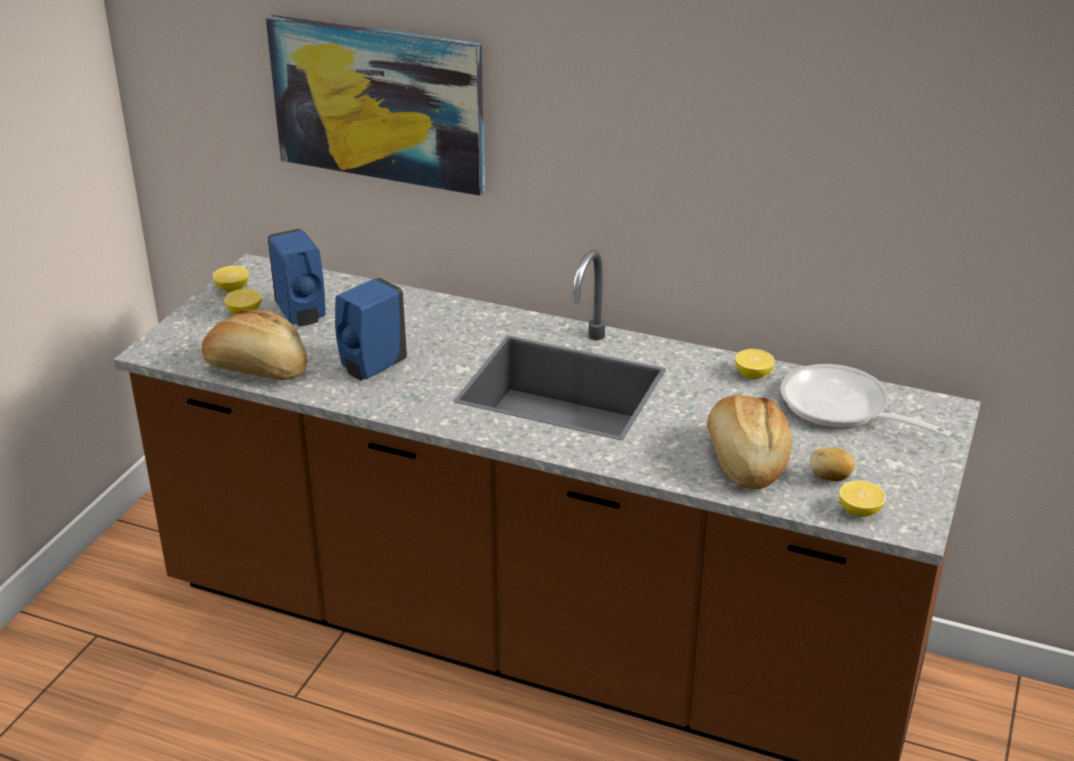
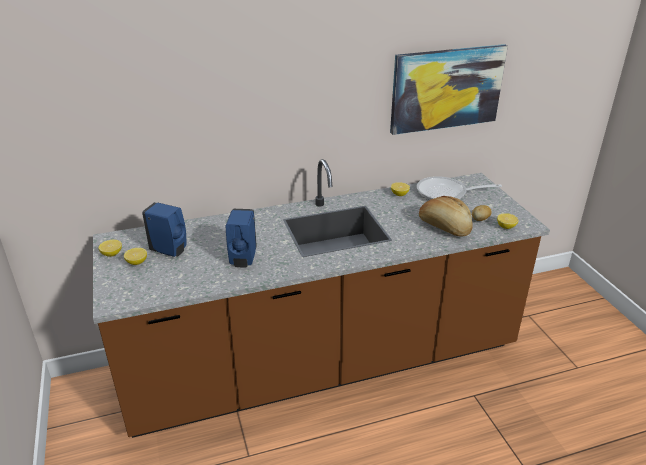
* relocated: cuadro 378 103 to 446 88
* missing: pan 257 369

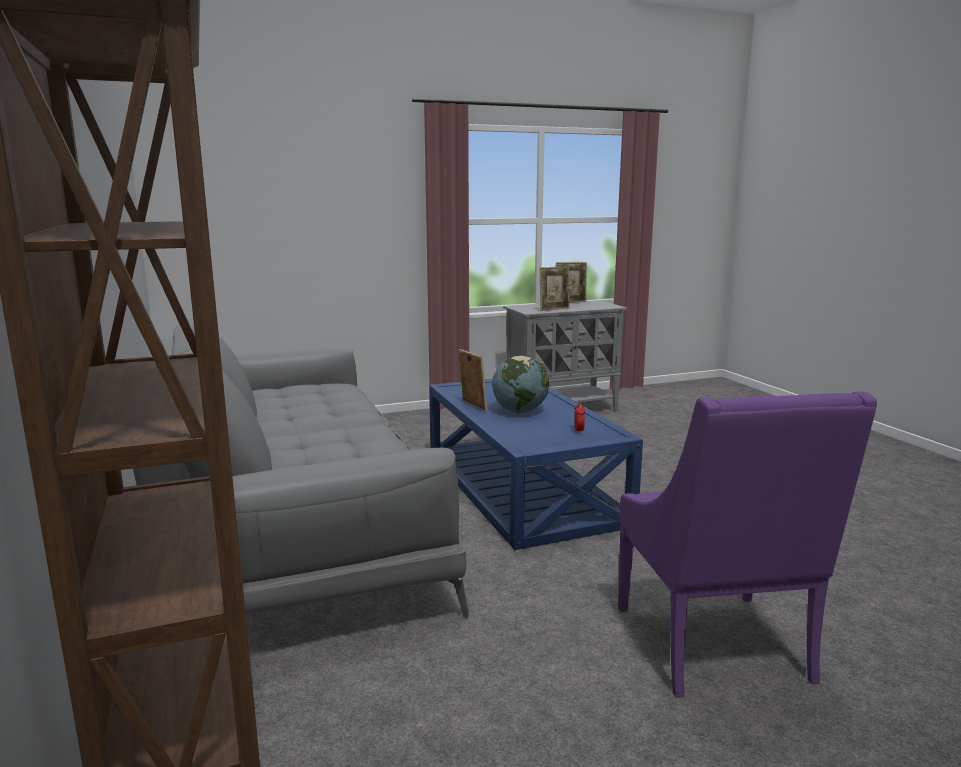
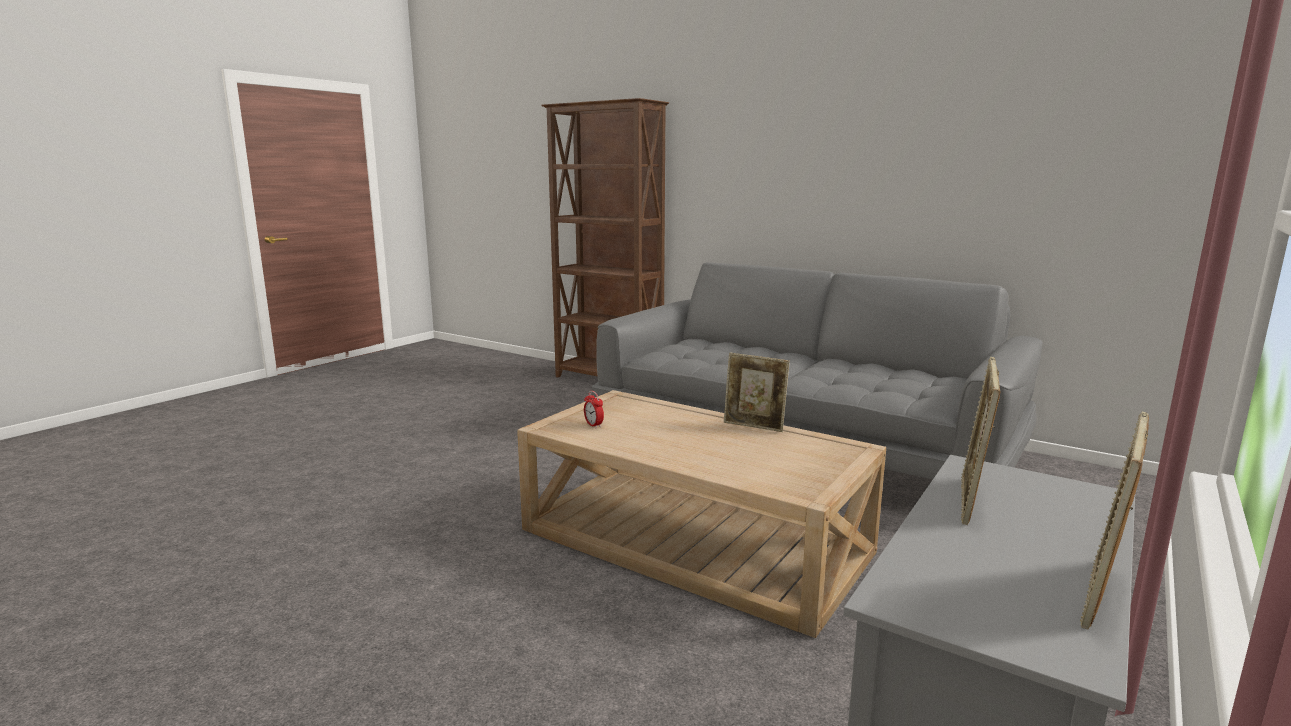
* missing: globo terráqueo 520 411
* colour: mesa de centro [azul] 520 487 to mesa de centro [beis] 695 540
* missing: sillón [morado] 716 647

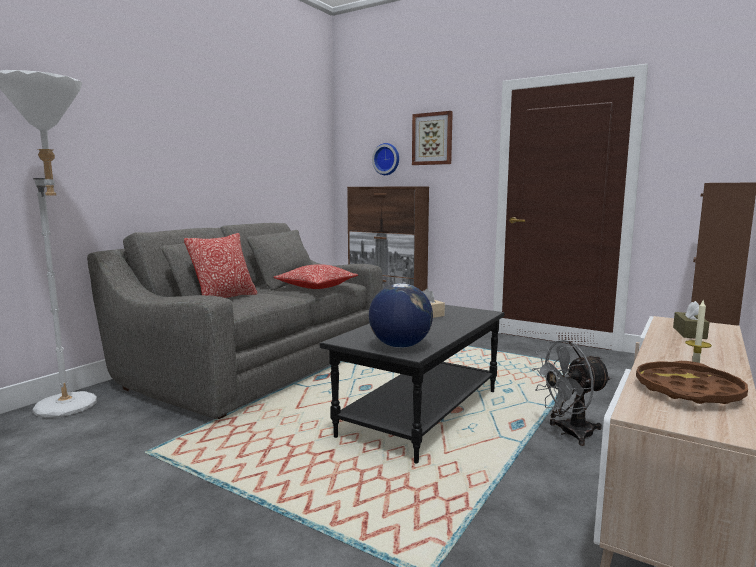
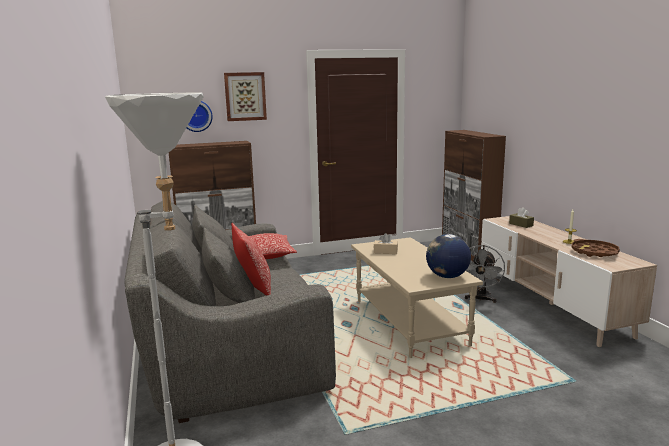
* colour: mesa de centro [negro] 420 412 to mesa de centro [beis] 408 322

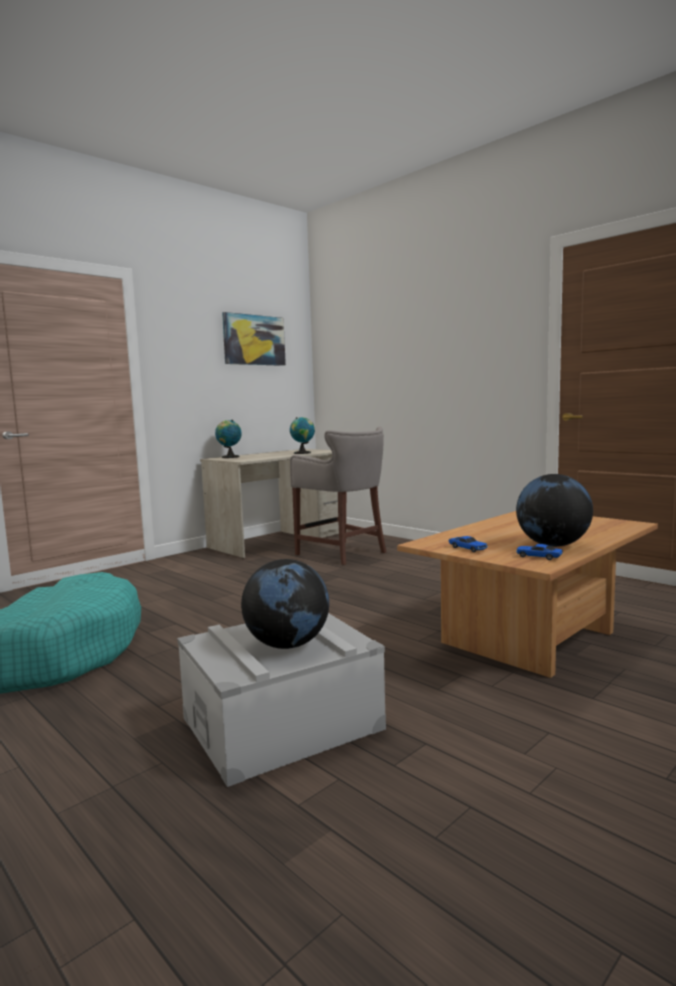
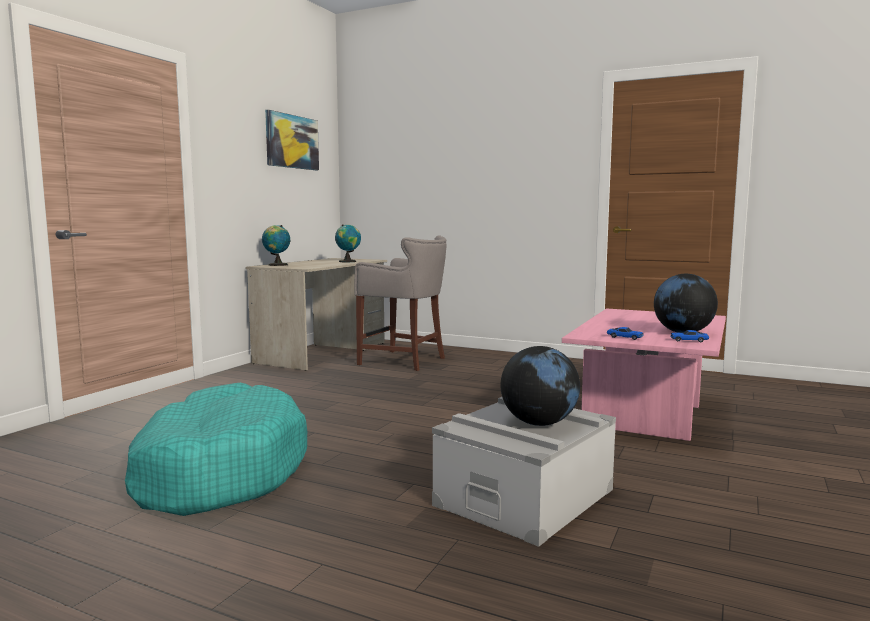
* colour: mesa de centro [marrón] 531 639 to mesa de centro [rosa] 647 416

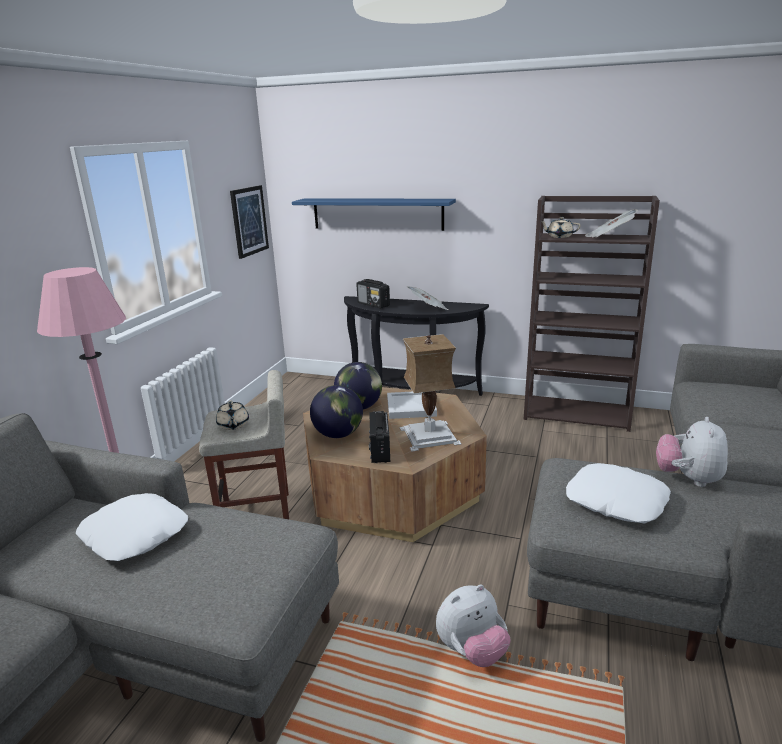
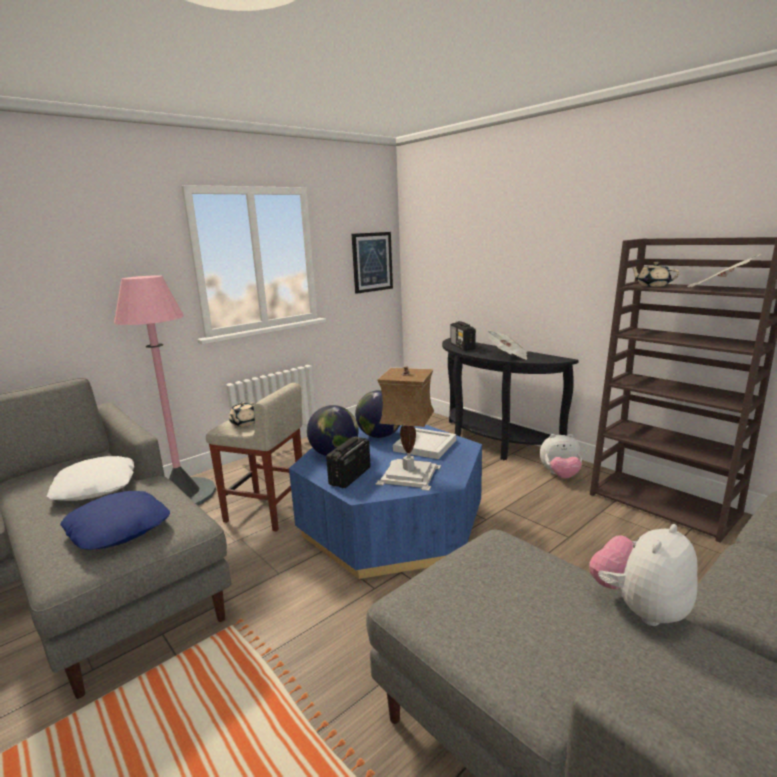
* missing: estante [azul] 377 214
* colour: mesa de centro [marrón] 392 488 to mesa de centro [azul] 391 523
* missing: cojín [blanco] 615 501
* relocated: peluche 472 651 to 560 475
* appeared: cojín [azul] 119 528

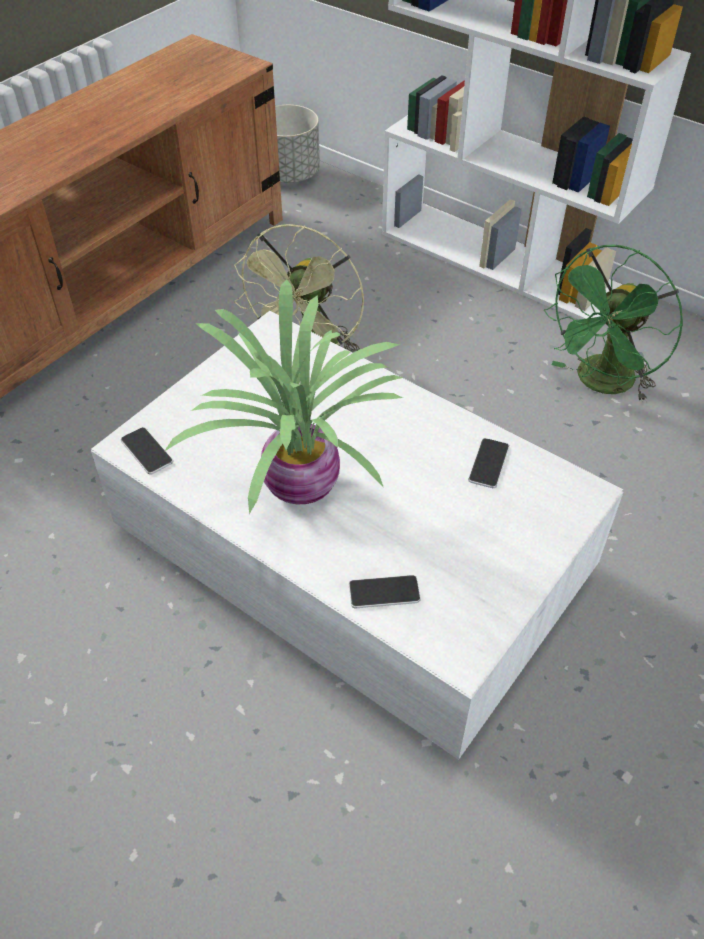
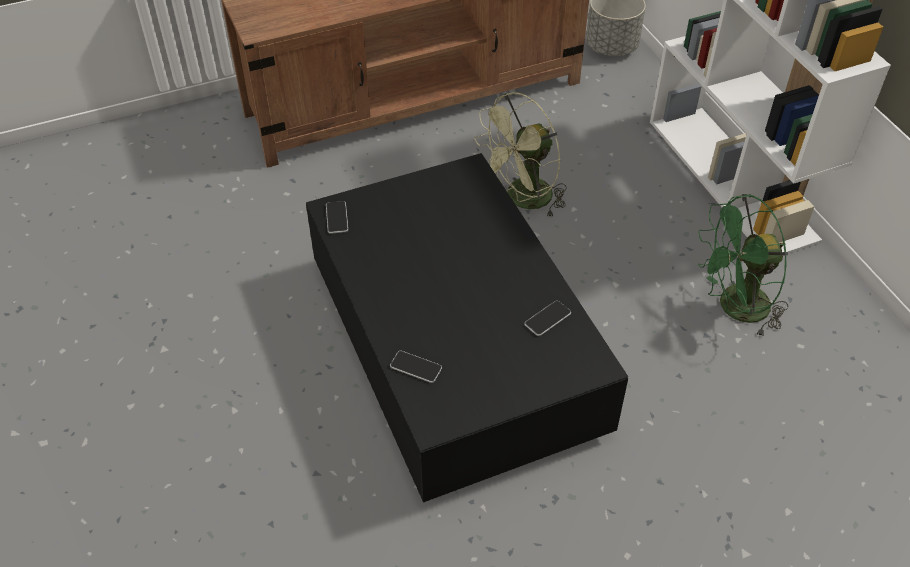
* missing: planta en maceta 301 482
* colour: mesa de centro [blanco] 350 554 to mesa de centro [negro] 454 347

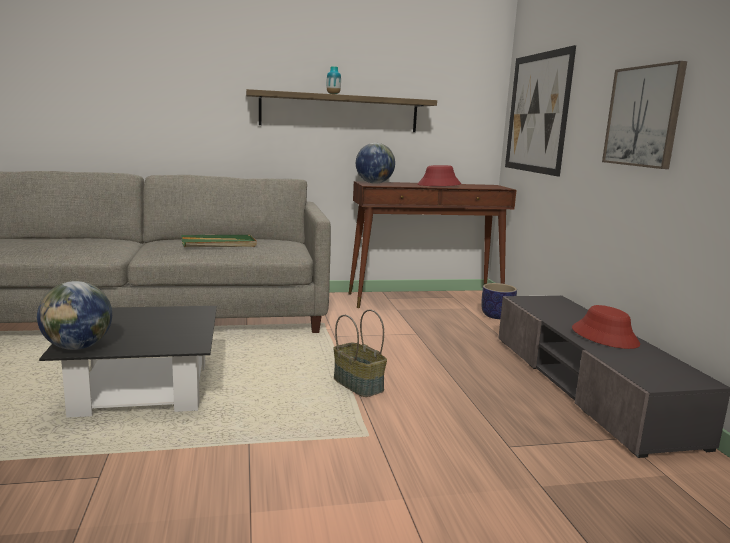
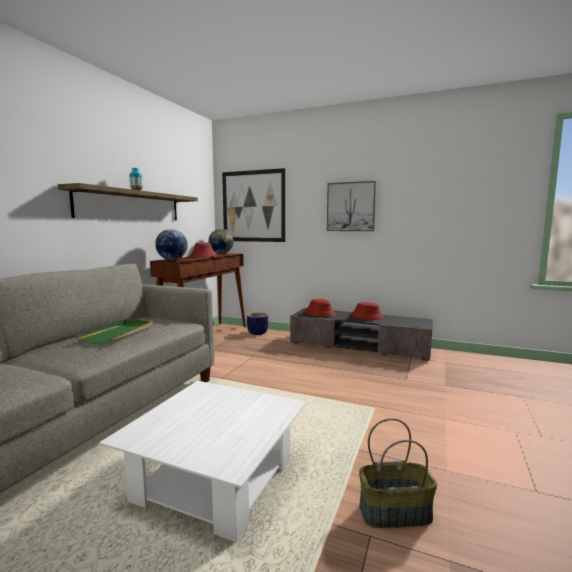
* relocated: globo terráqueo 78 347 to 221 253
* colour: mesa de centro [negro] 143 387 to mesa de centro [blanco] 215 479
* relocated: cesta 359 384 to 395 512
* appeared: sombrero [rojo] 319 313

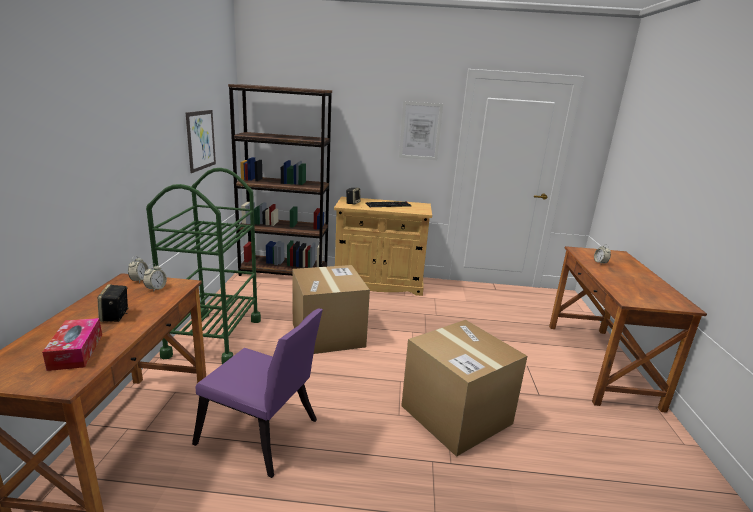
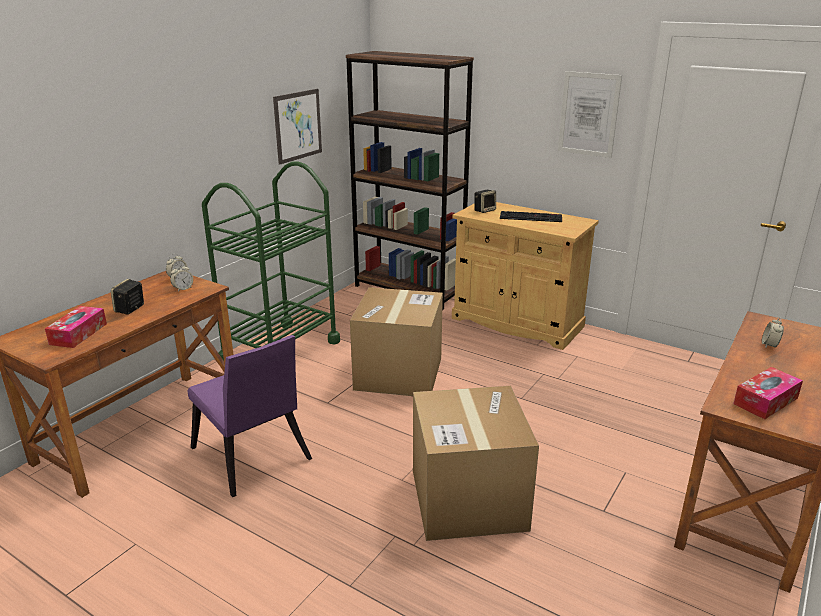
* appeared: caja de pañuelos 765 401

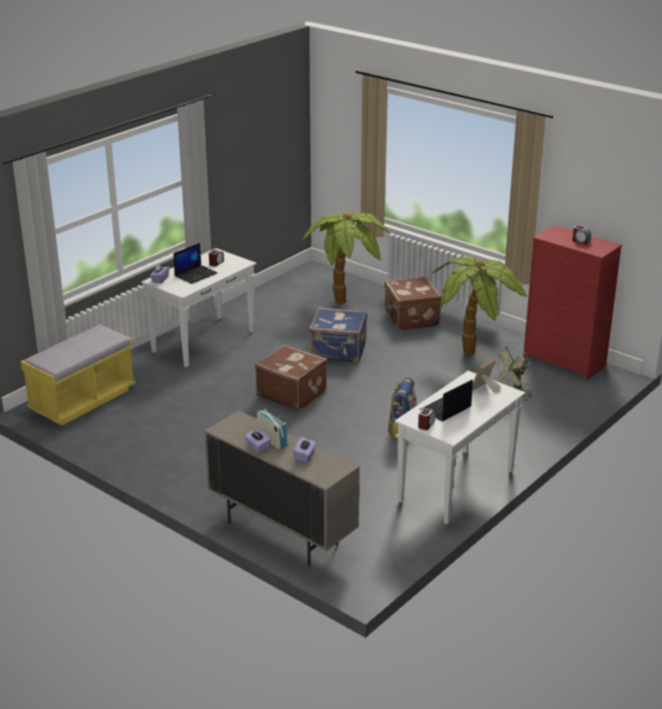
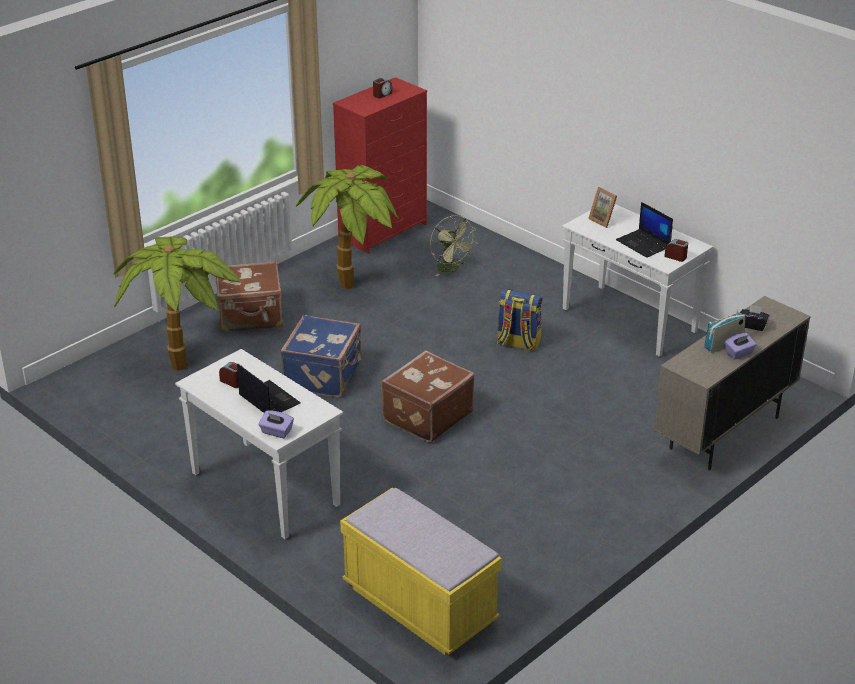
* colour: caja de pañuelos [morado] 304 456 to caja de pañuelos [negro] 752 325

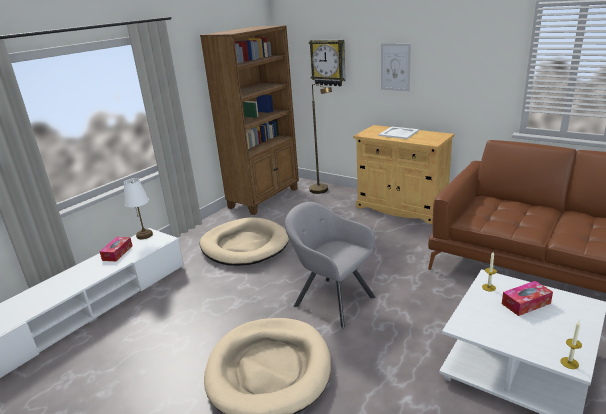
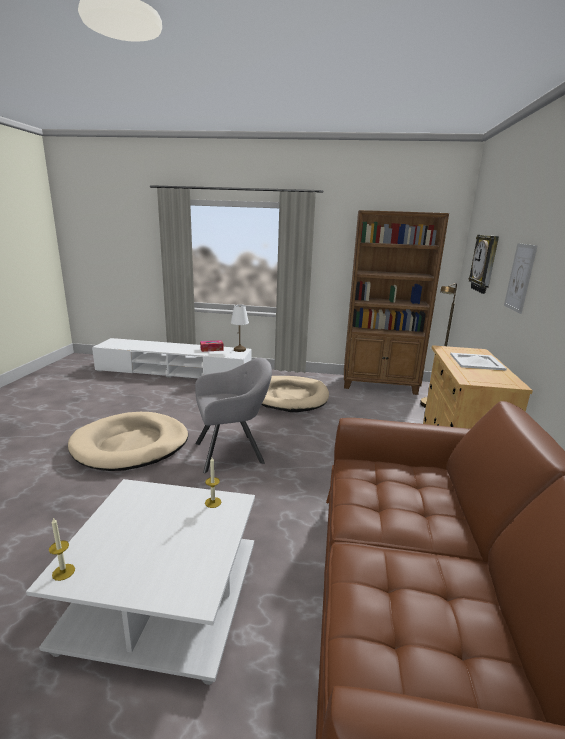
* spun: sillón [gris] 331 300 = 232 452 60 degrees clockwise
* missing: caja de pañuelos 526 303

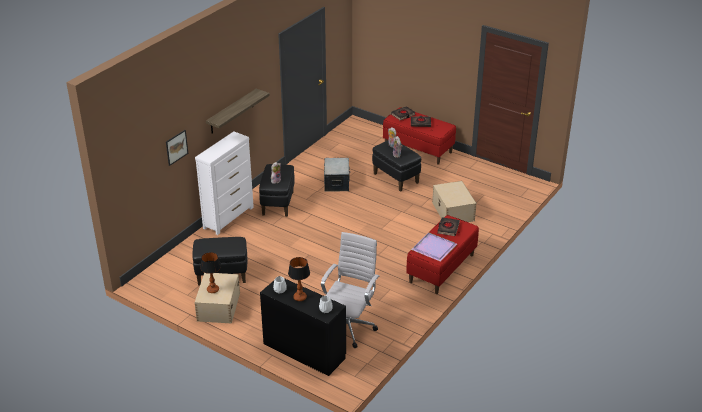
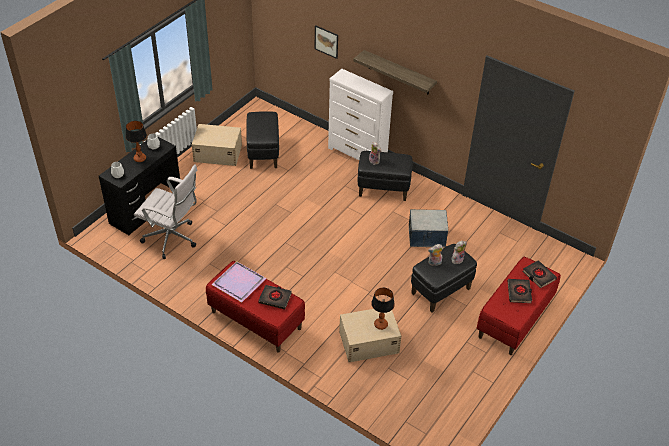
* relocated: lámpara de mesa 212 290 to 380 324

